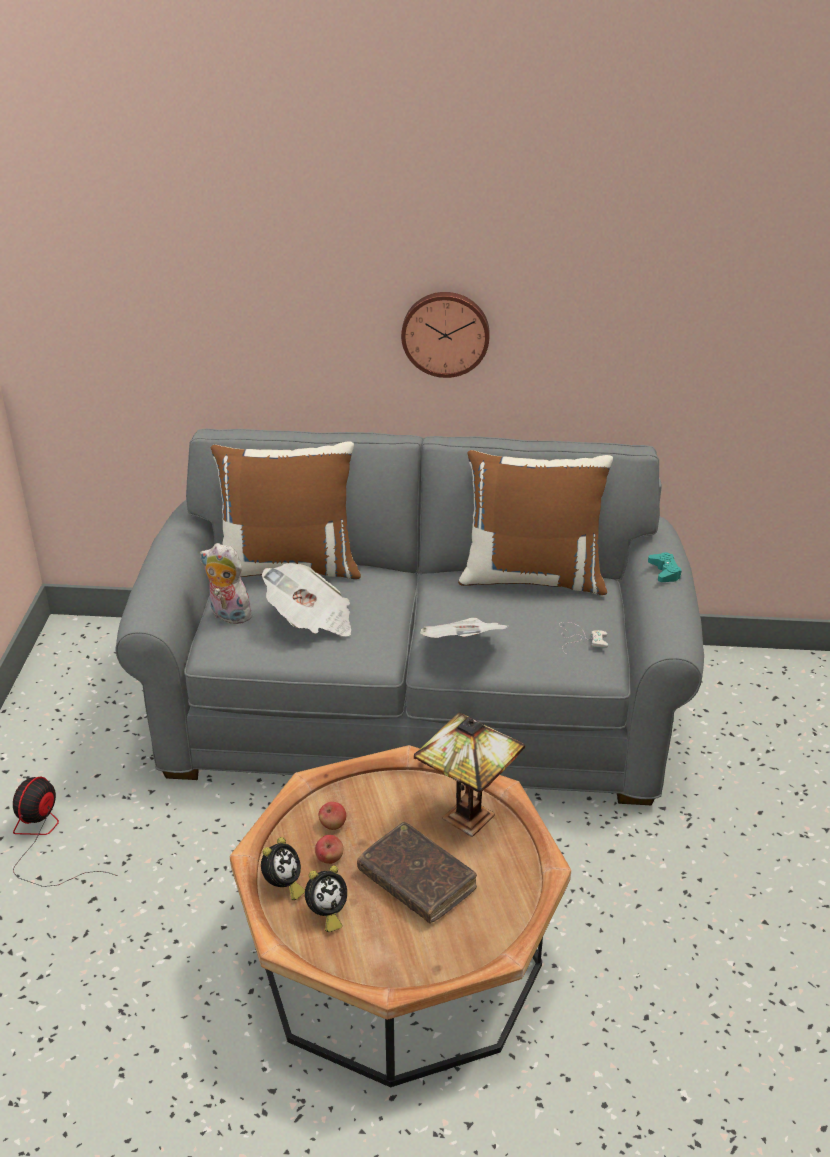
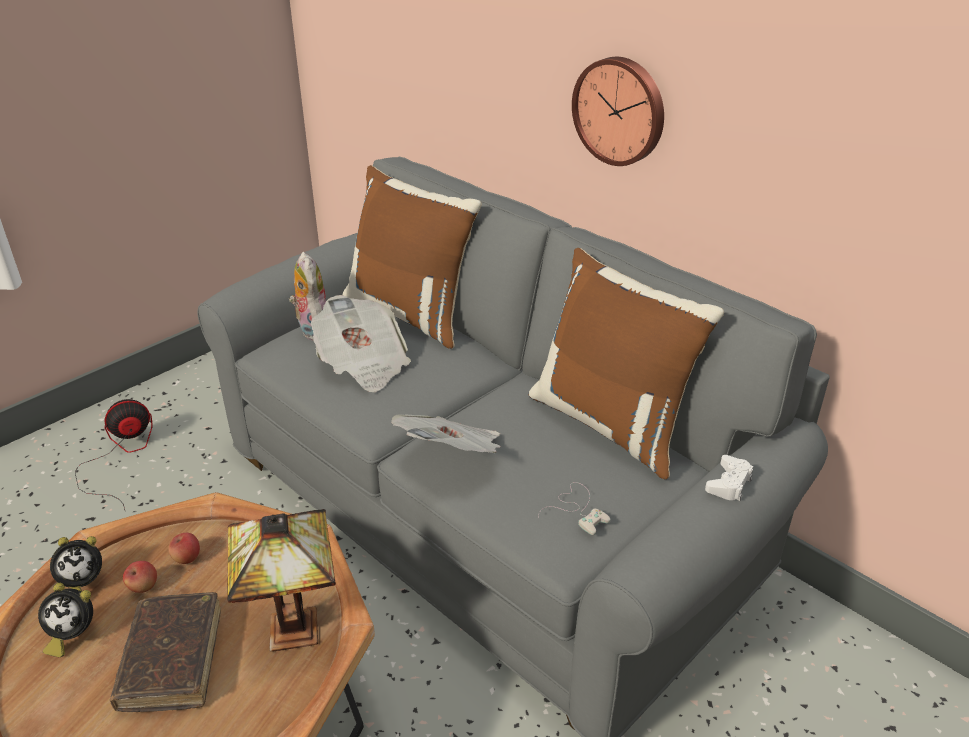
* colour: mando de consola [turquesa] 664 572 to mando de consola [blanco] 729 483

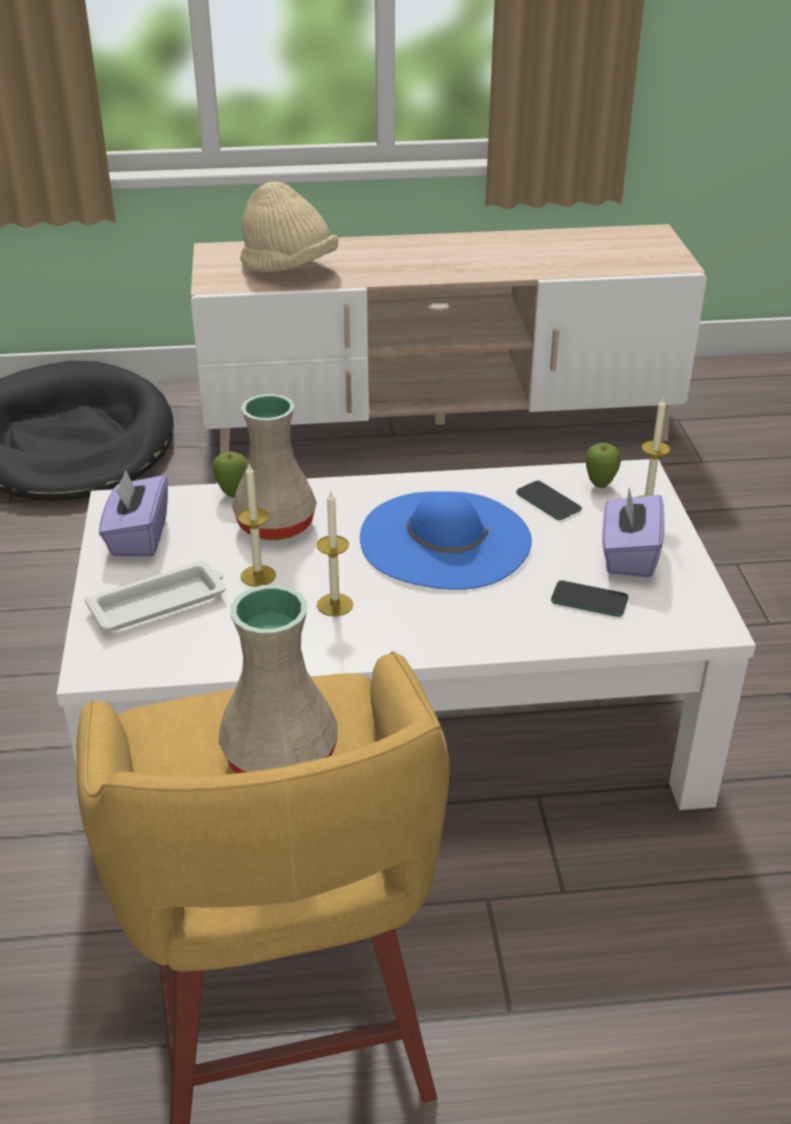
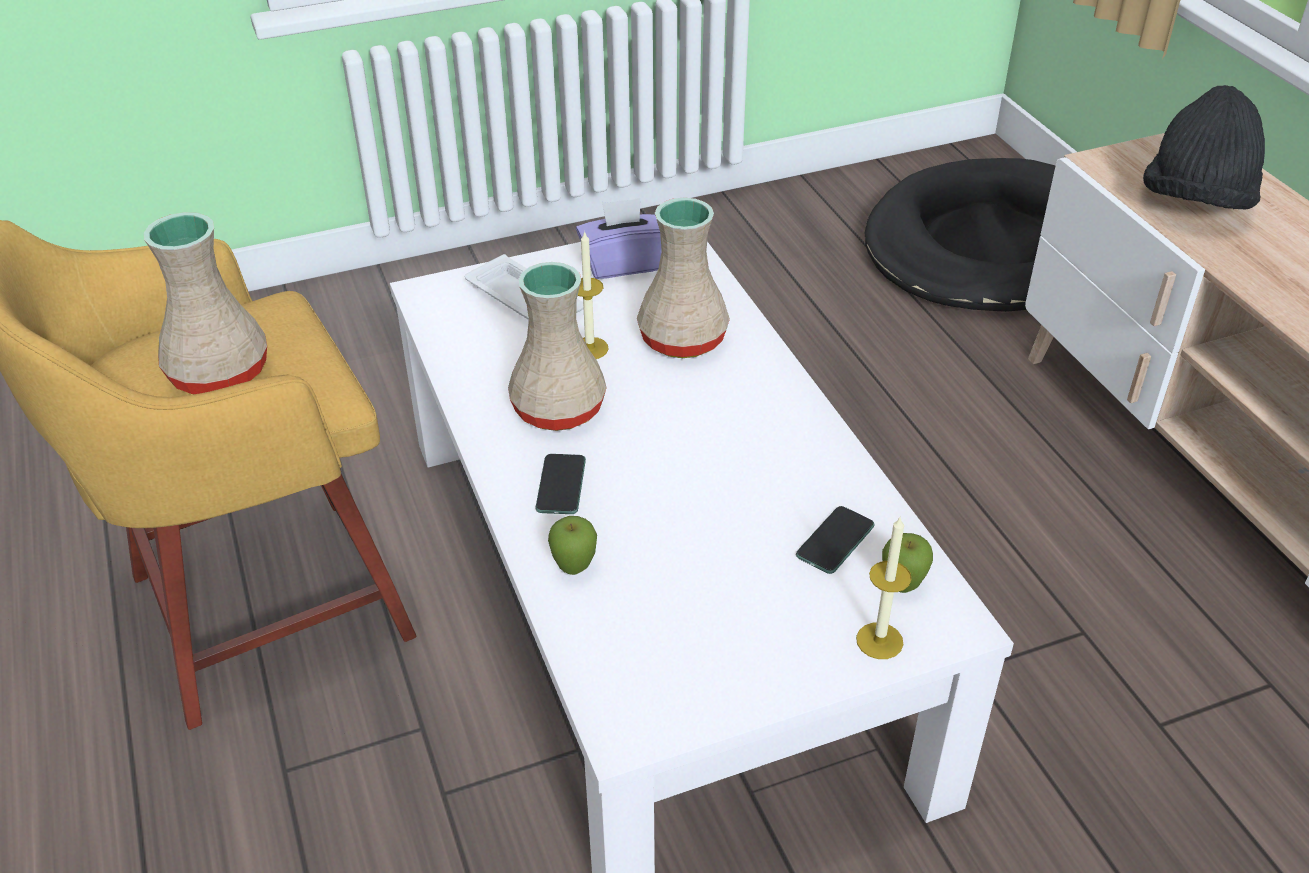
* colour: sombrero [beis] 288 269 to sombrero [negro] 1196 202
* relocated: manzana 233 494 to 574 569
* missing: caja de pañuelos [morado] 628 556
* missing: sombrero [azul] 445 539
* exchanged: vela 335 605 to florero [beis] 560 408
* relocated: móvil 589 600 to 561 485

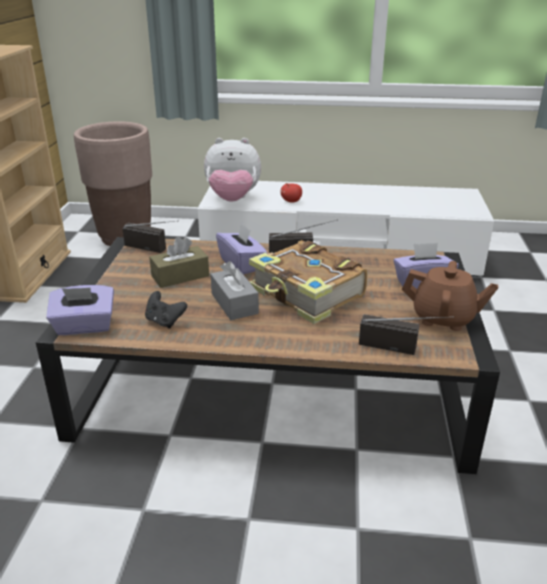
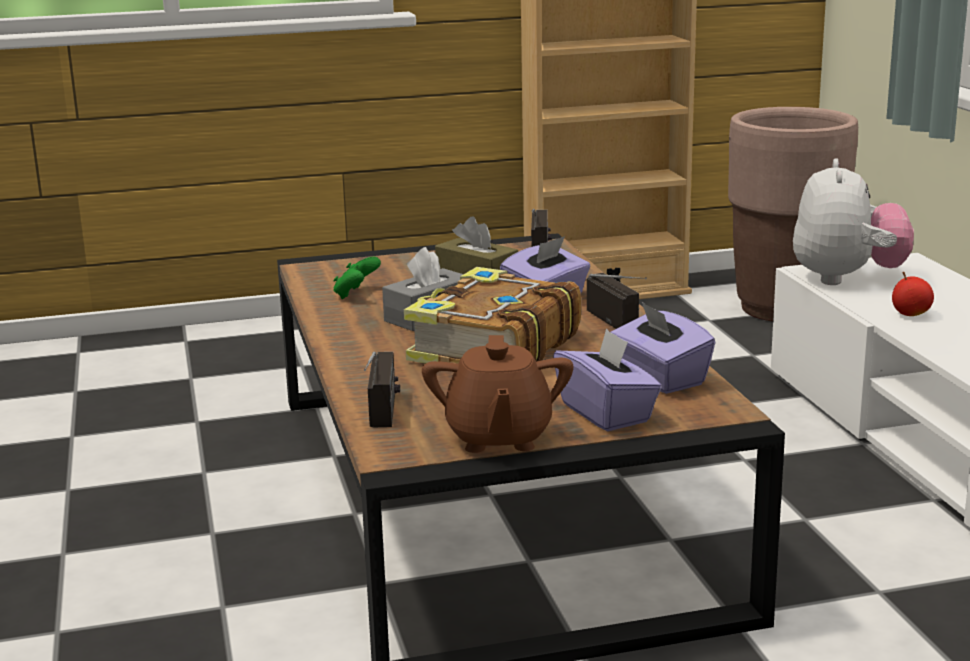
* spun: peluche 233 199 = 847 279 150 degrees counterclockwise
* relocated: caja de pañuelos [morado] 84 326 to 659 378
* colour: mando de consola [negro] 164 321 to mando de consola [verde] 356 294

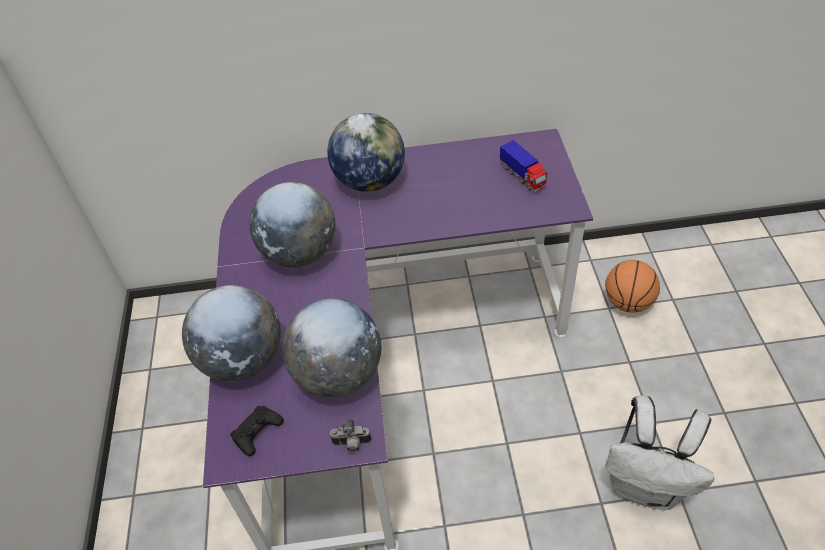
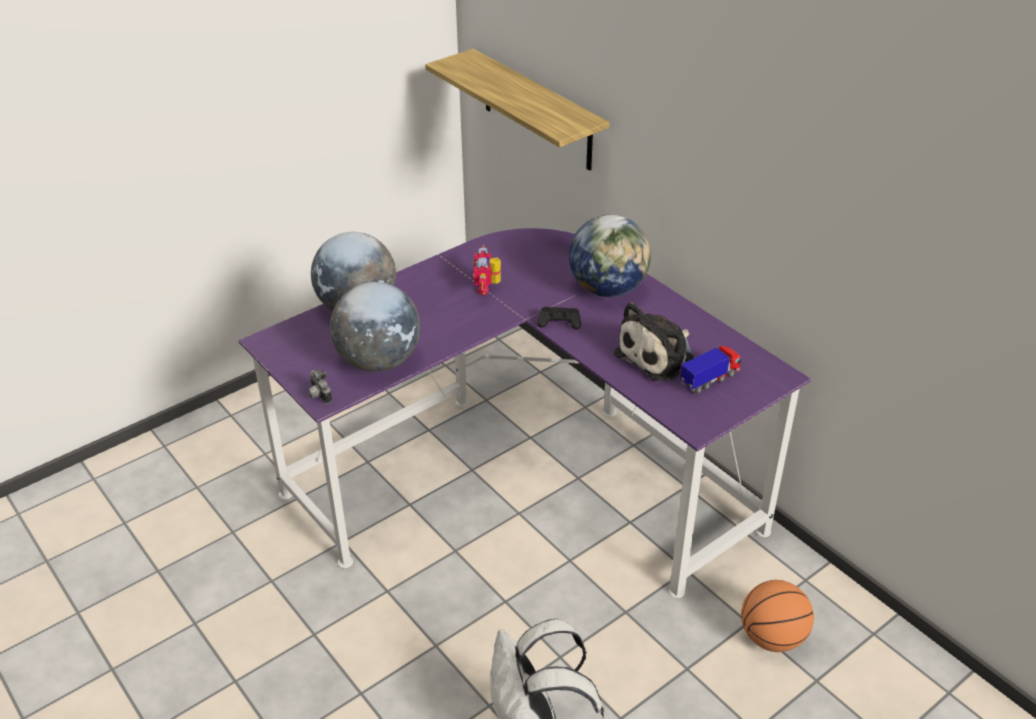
* spun: camión de juguete 522 176 = 709 380 150 degrees counterclockwise
* exchanged: globo terráqueo 300 253 to robot de juguete 487 288
* relocated: mando de consola [negro] 257 432 to 559 322
* appeared: estante 537 111
* appeared: peluche 658 356

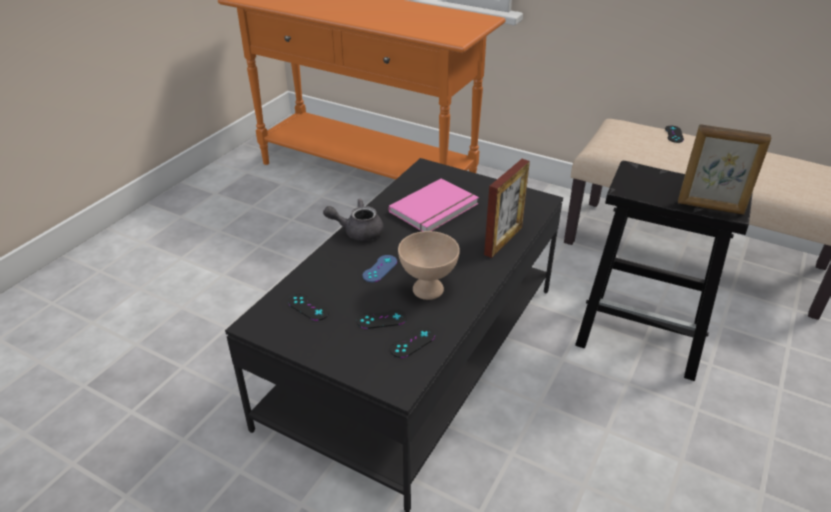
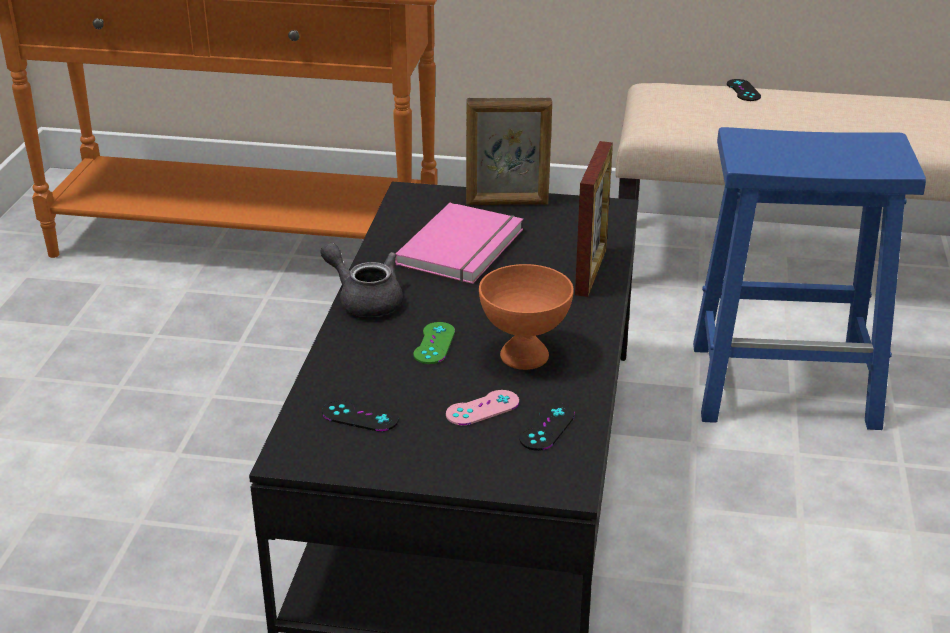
* relocated: portarretratos 710 207 to 507 203
* colour: taburete [negro] 643 334 to taburete [azul] 786 385
* spun: tetera [gris] 358 231 = 365 300 60 degrees clockwise
* colour: cuenco [beis] 427 289 to cuenco [naranja] 522 356
* colour: mando de consola [azul] 380 269 to mando de consola [verde] 434 343
* colour: mando de consola [negro] 381 319 to mando de consola [rosa] 482 408

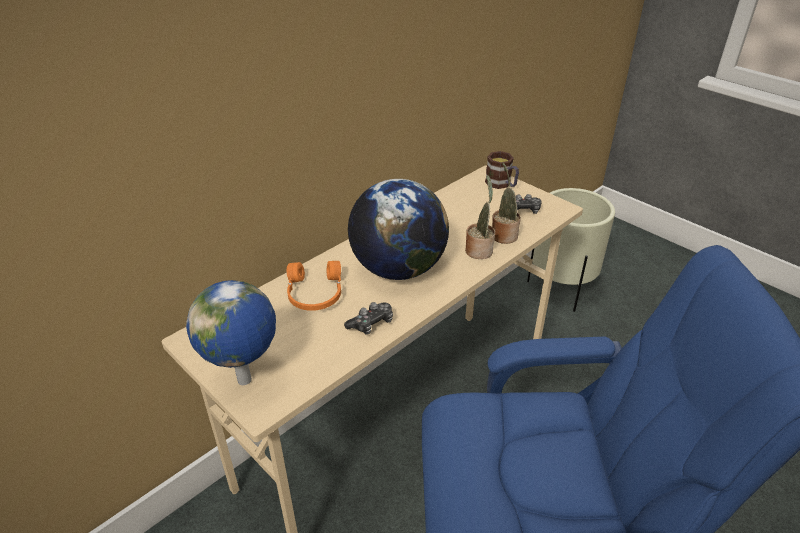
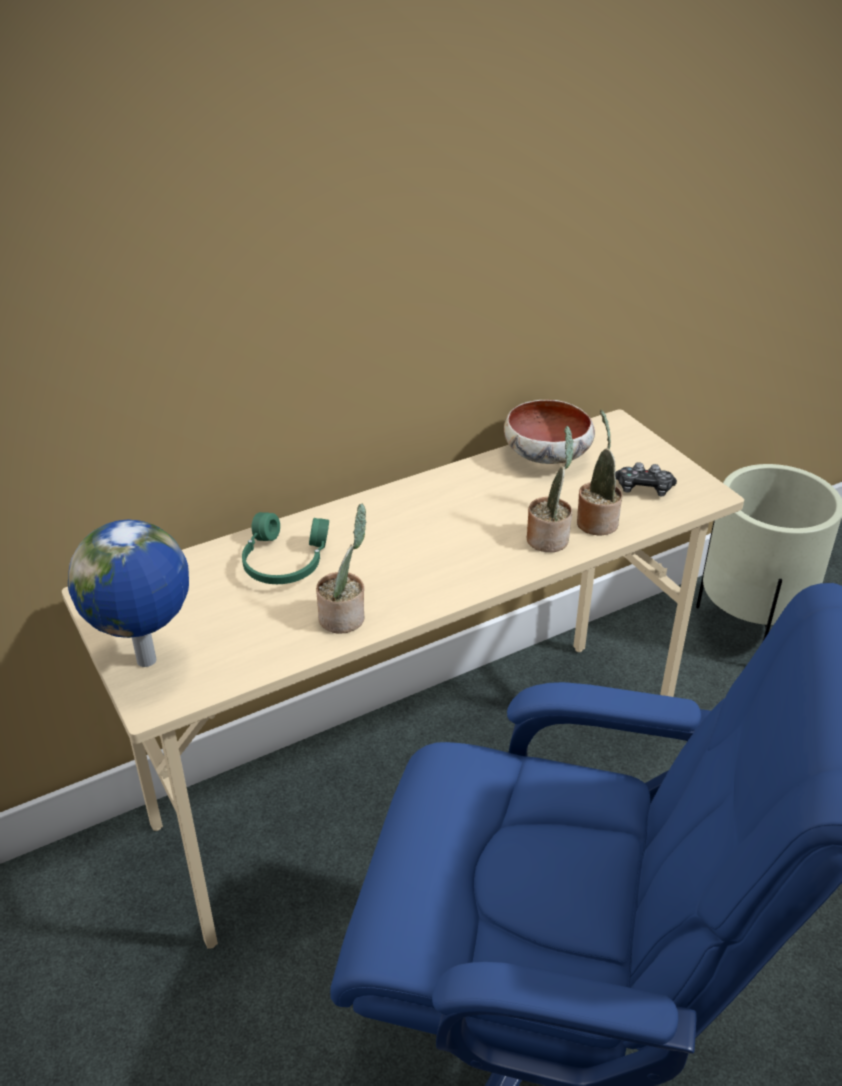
* missing: taza grande 501 184
* missing: globo terráqueo 398 269
* colour: auriculares [naranja] 314 294 to auriculares [verde] 283 562
* exchanged: mando de consola 371 323 to planta en maceta 345 617
* appeared: cuenco 548 456

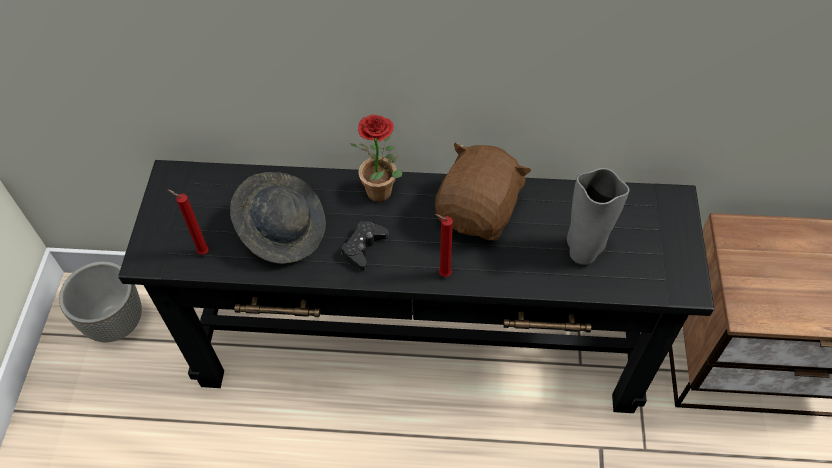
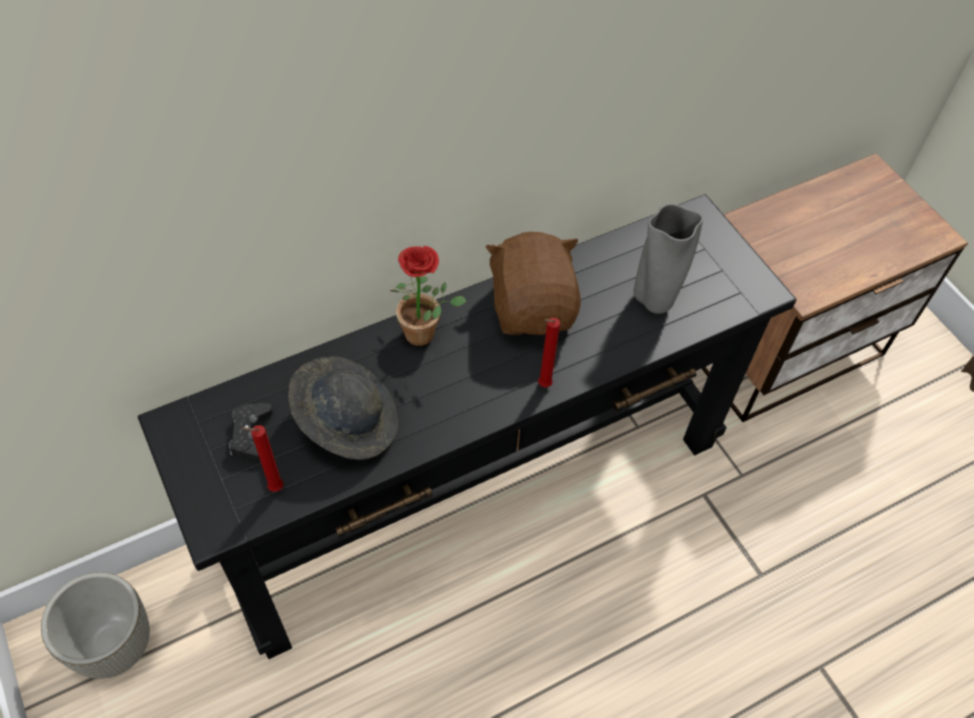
* relocated: mando de consola [negro] 363 248 to 252 436

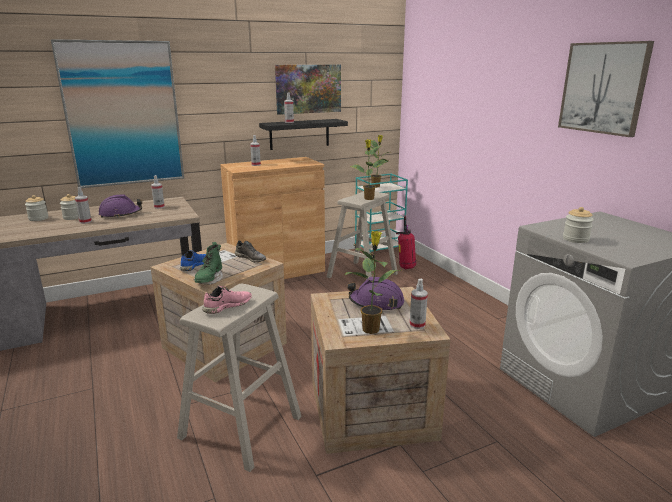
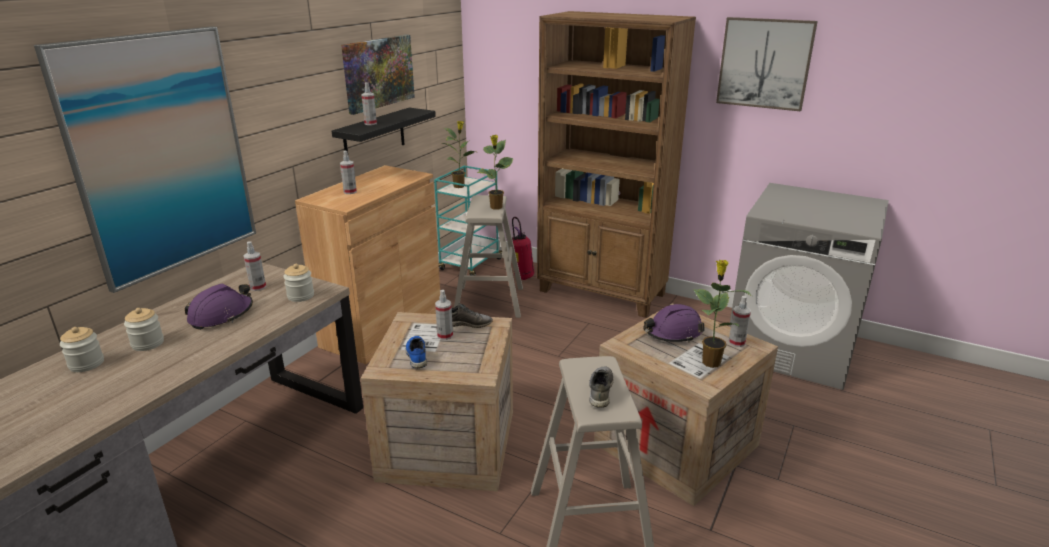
* relocated: pulverizador 85 222 to 445 335
* relocated: tarro 575 239 to 300 296
* missing: bota [verde] 209 280
* colour: zapato [rosa] 227 306 to zapato [gris] 599 391
* appeared: estantería [marrón] 602 293

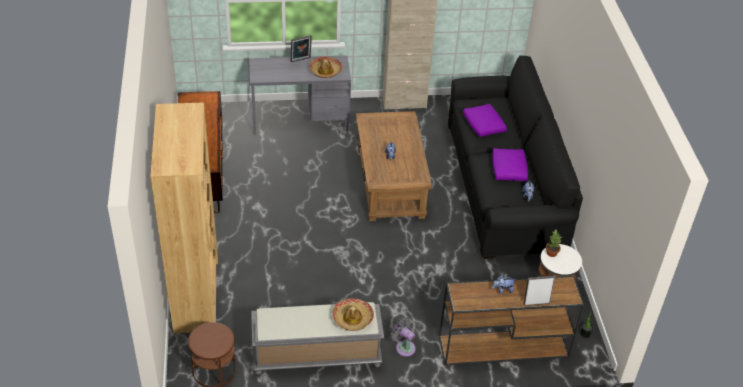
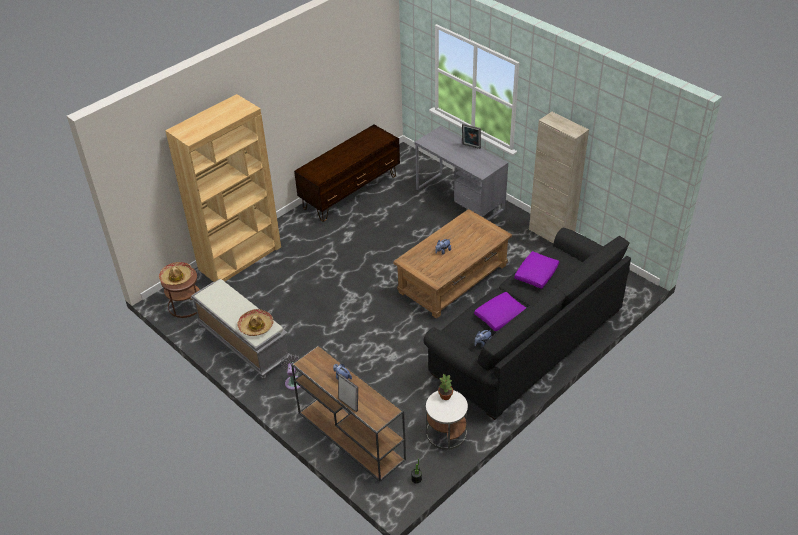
* relocated: sombrero 325 71 to 176 277

